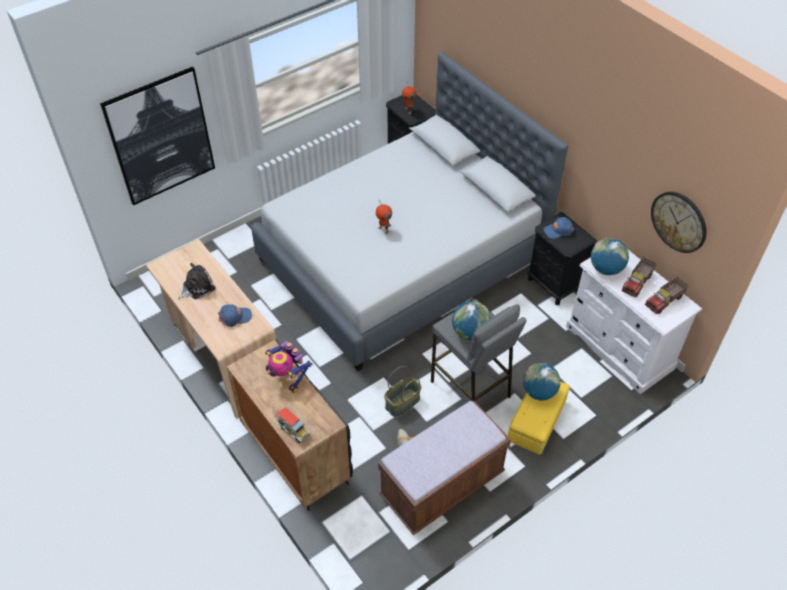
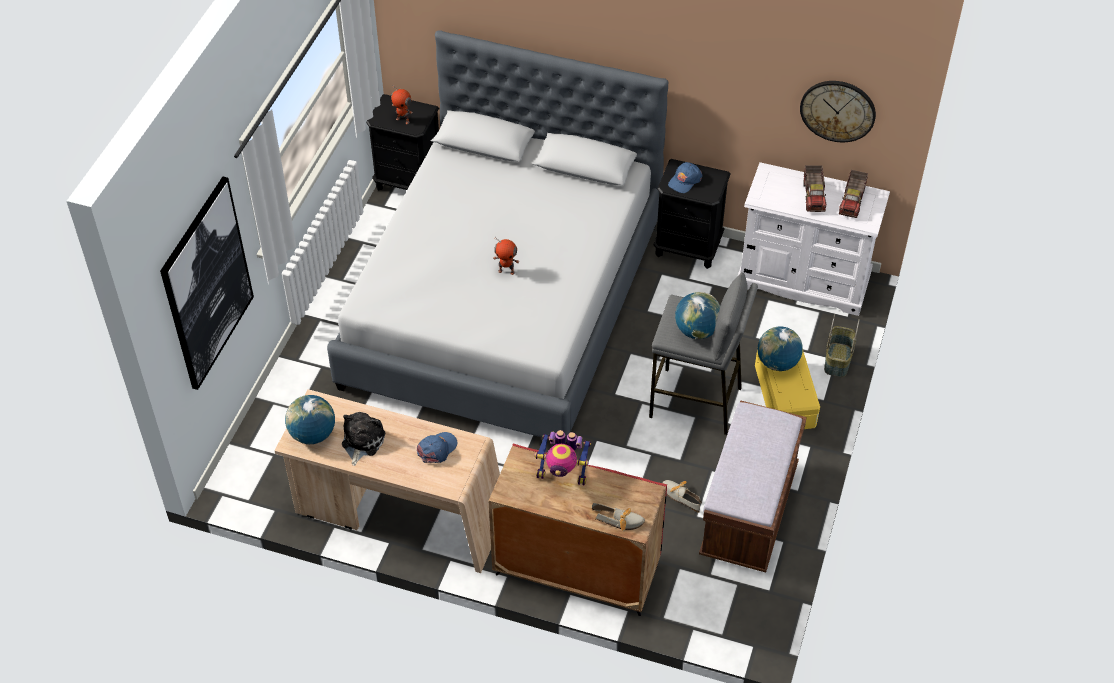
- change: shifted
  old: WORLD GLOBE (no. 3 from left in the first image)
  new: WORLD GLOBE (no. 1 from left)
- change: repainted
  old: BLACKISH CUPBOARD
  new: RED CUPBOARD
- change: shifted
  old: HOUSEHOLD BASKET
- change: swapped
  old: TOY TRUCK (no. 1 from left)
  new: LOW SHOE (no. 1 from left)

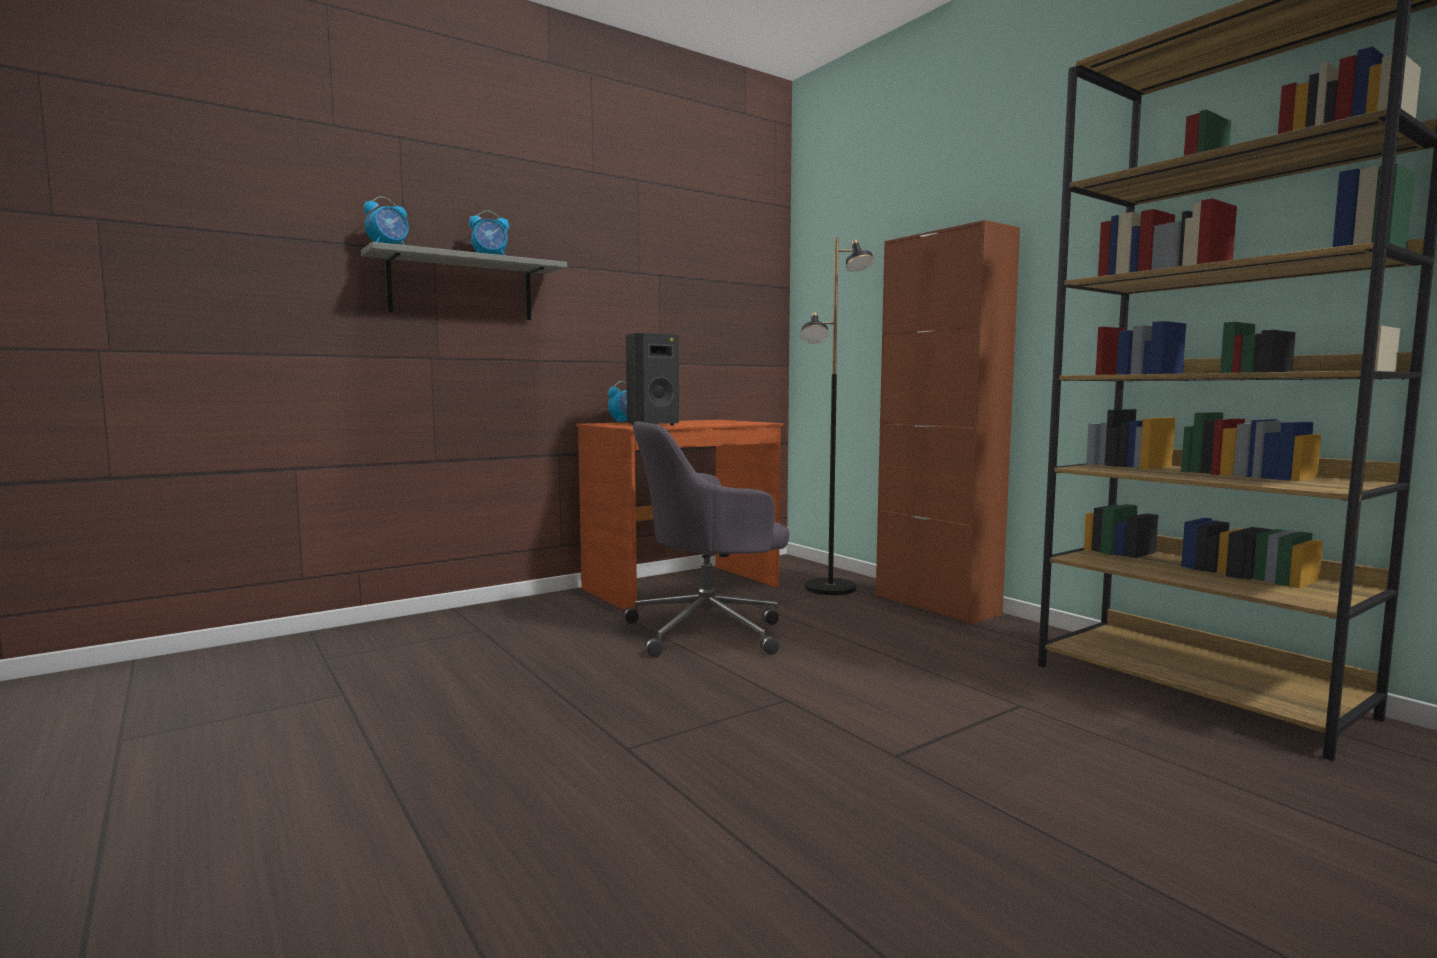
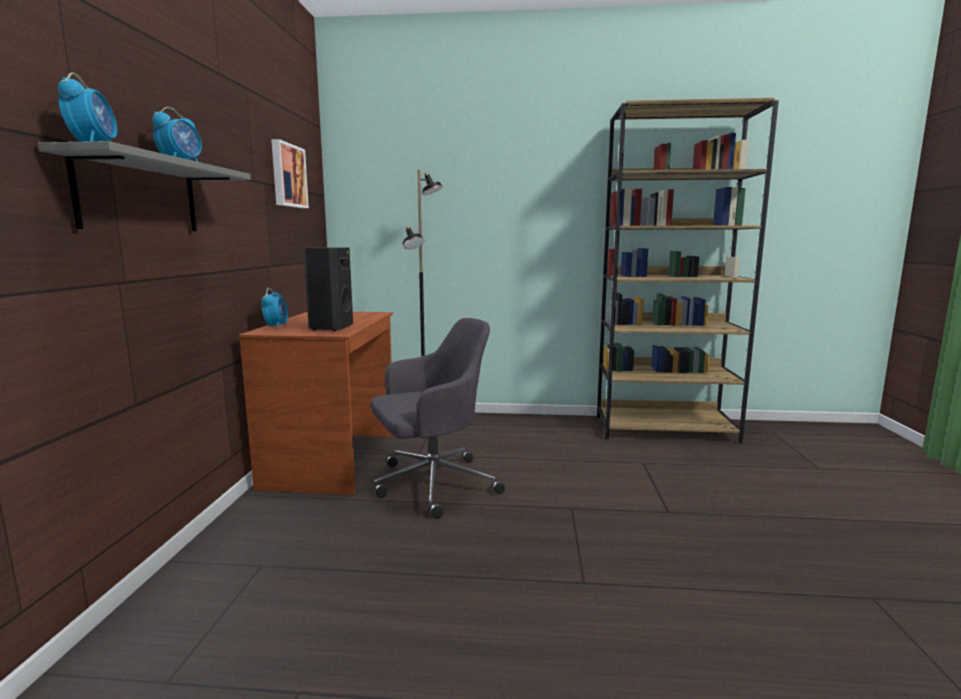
- change: gone
  old: BROWN-COLOURED CUPBOARD
- change: rotated
  old: GREY OFFICE CHAIR
  degrees: -135
- change: new
  new: PICTURE

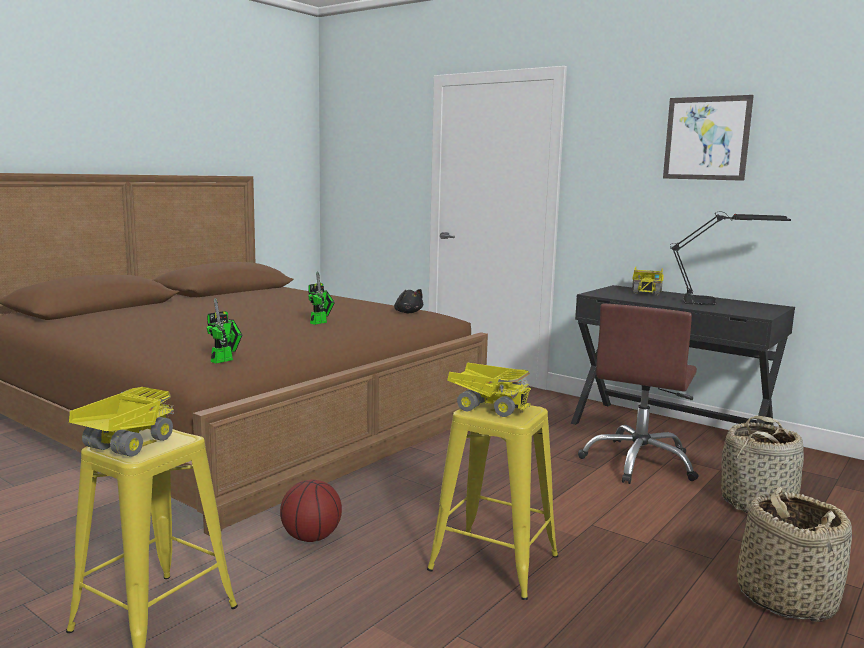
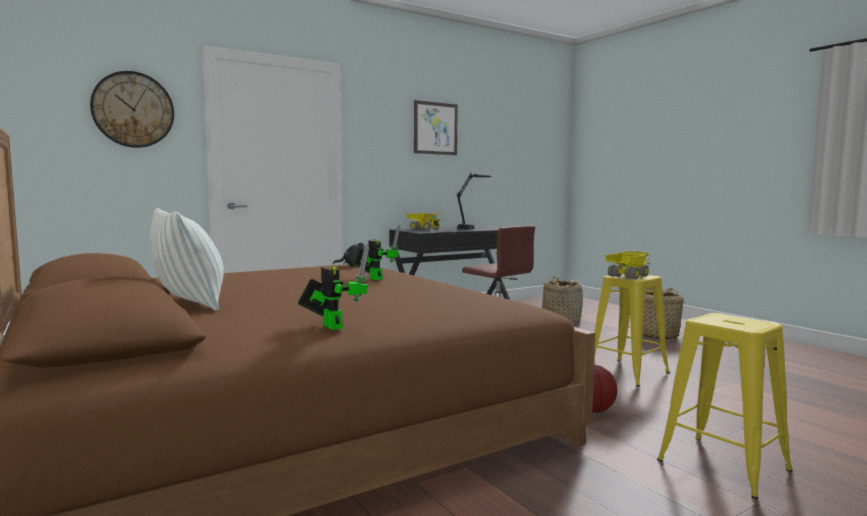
- change: shifted
  old: ROBOT FIGURE (no. 1 from left)
- change: gone
  old: TOY TRUCK (no. 1 from left)
- change: new
  new: WALL CLOCK
- change: new
  new: CUSHION

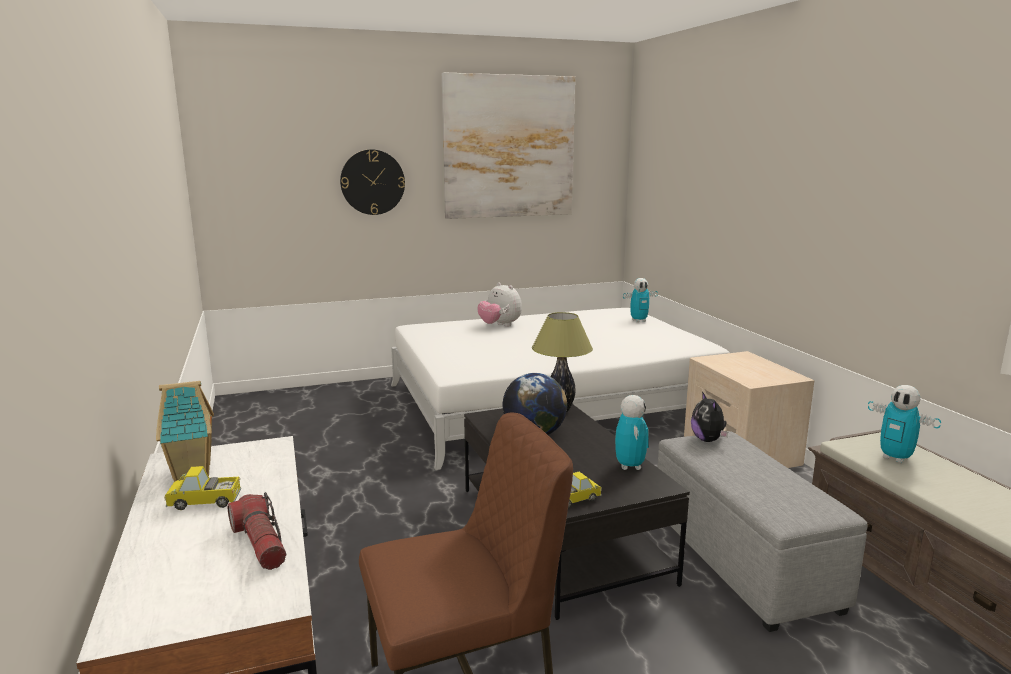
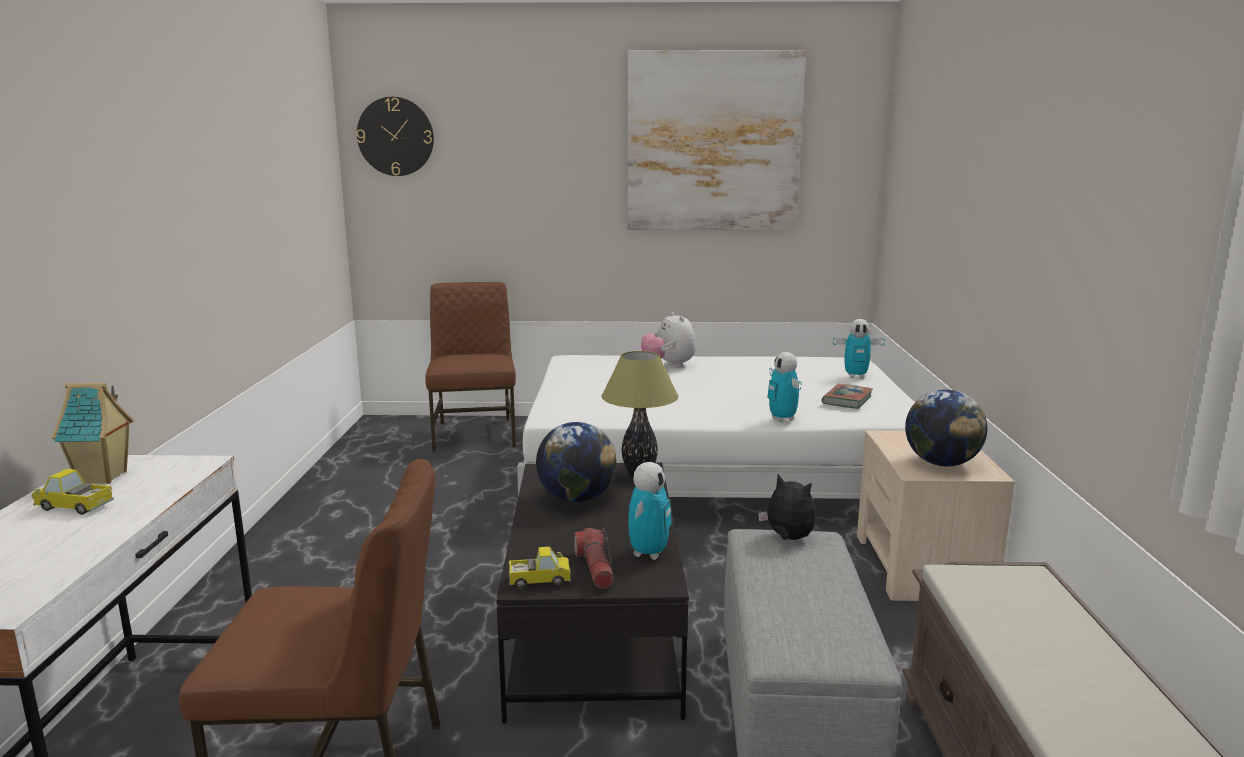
- change: shifted
  old: WALL CLOCK
- change: shifted
  old: ROBOT FIGURE (no. 3 from left in the first image)
  new: ROBOT FIGURE (no. 2 from left)
- change: rotated
  old: SOFT TOY (no. 2 from left)
  degrees: 120
- change: shifted
  old: HAND TORCH
- change: new
  new: BROWN-COLOURED CHAIR (no. 2 from left)
- change: new
  new: BOUND BOOK
- change: new
  new: WORLD GLOBE (no. 2 from left)

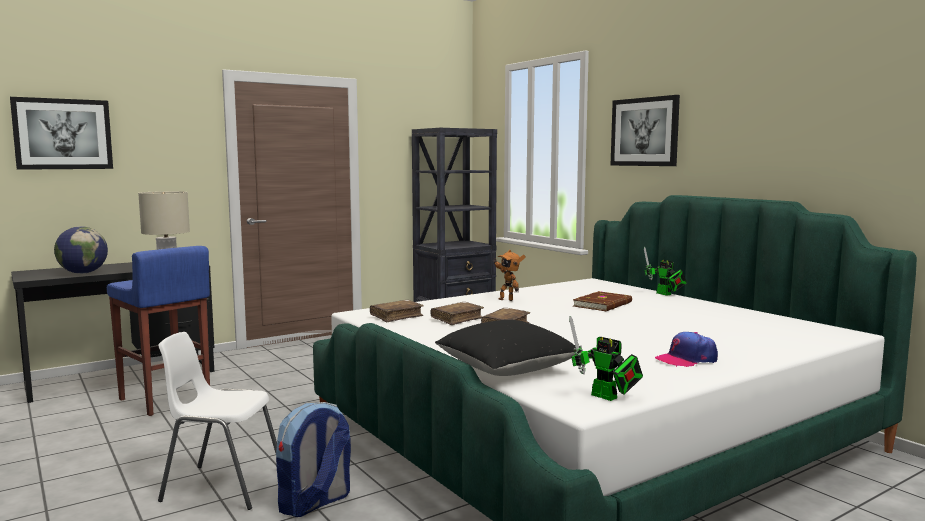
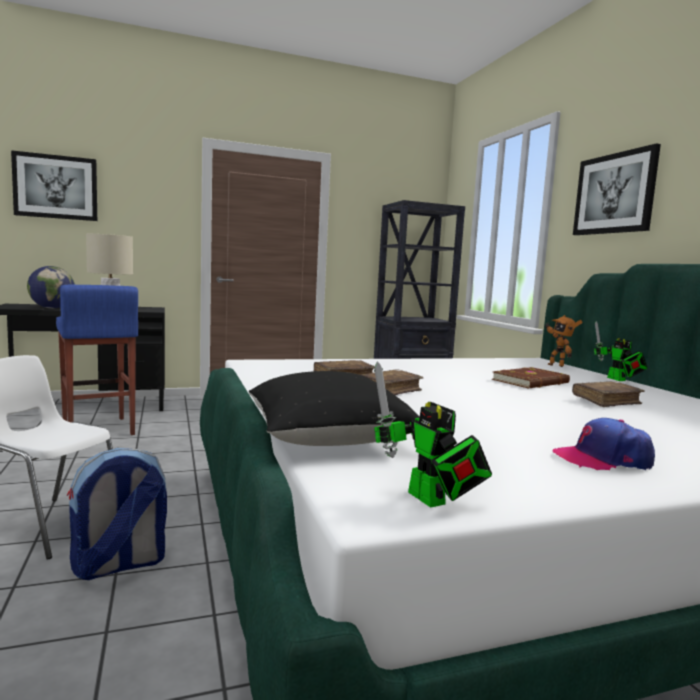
- change: shifted
  old: ROBOT FIGURE (no. 1 from left in the first image)
  new: ROBOT FIGURE (no. 2 from left)
- change: shifted
  old: BROWN-COLOURED BOUND BOOK (no. 1 from left in the first image)
  new: BROWN-COLOURED BOUND BOOK (no. 4 from left)

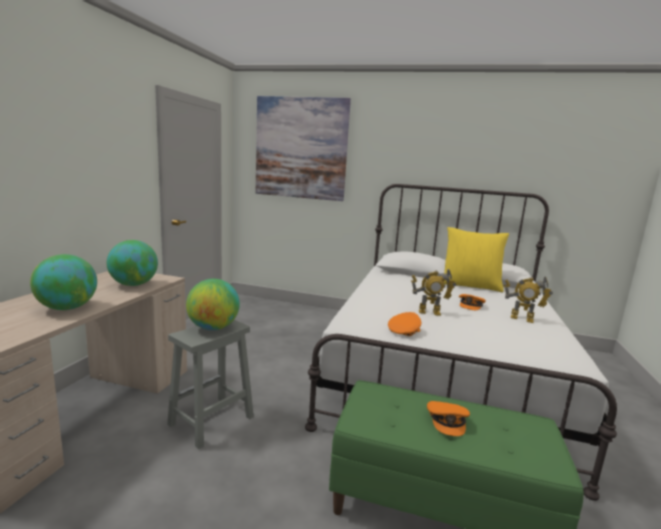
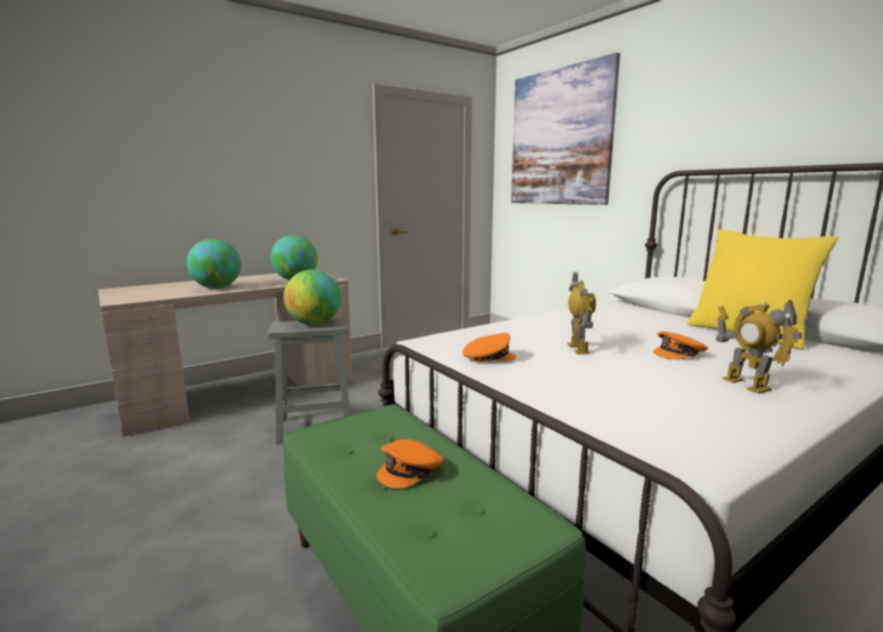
- change: rotated
  old: ROBOT FIGURE (no. 1 from left)
  degrees: -135

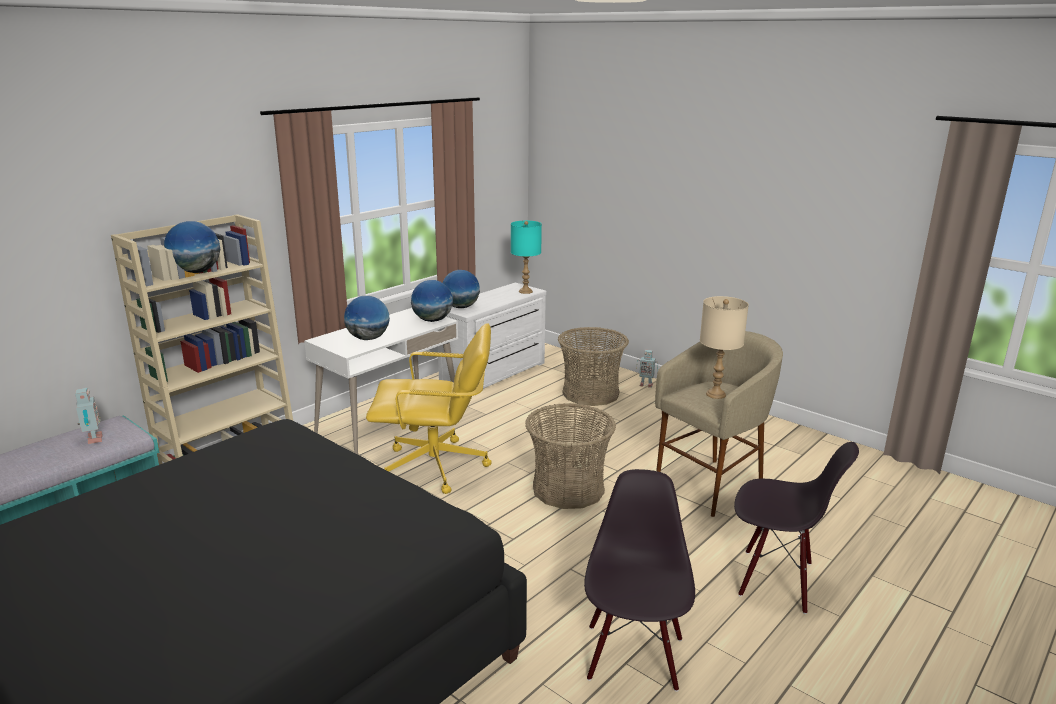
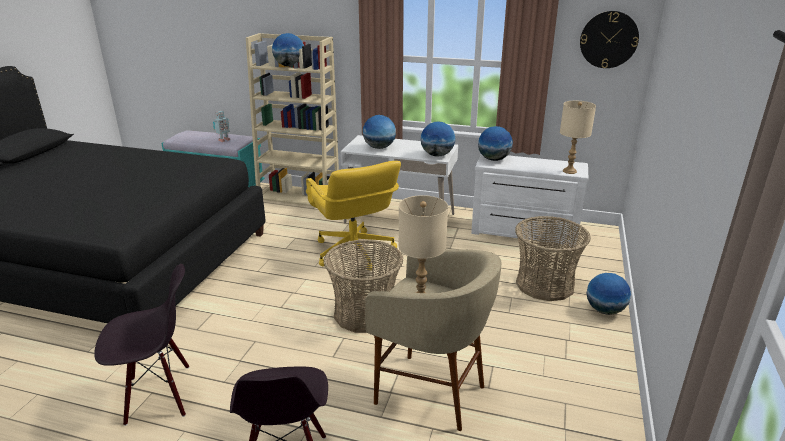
- change: repainted
  old: TURQUOISE-COLOURED TABLE LAMP
  new: SAND-COLOURED TABLE LAMP (no. 2 from left)
- change: swapped
  old: ROBOT FIGURE (no. 2 from left)
  new: WORLD GLOBE (no. 5 from left)
- change: new
  new: WALL CLOCK

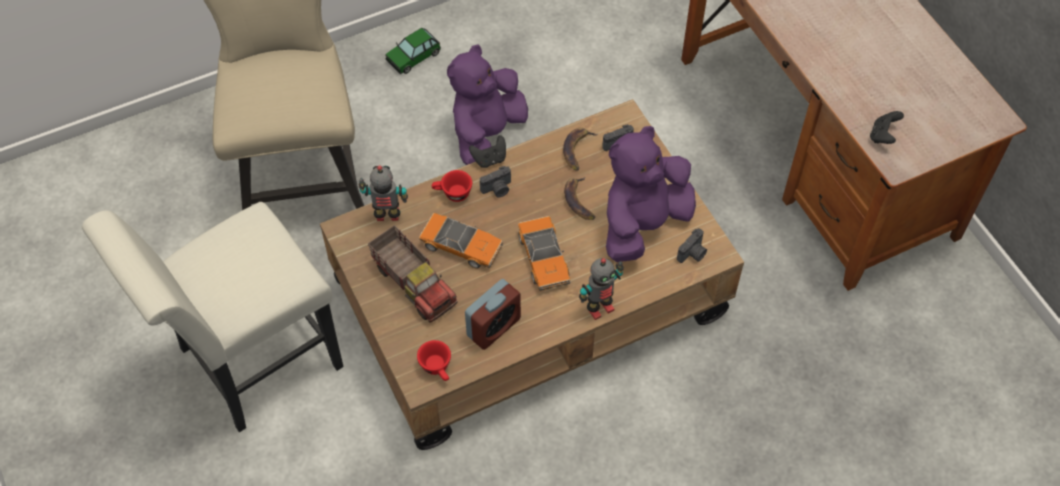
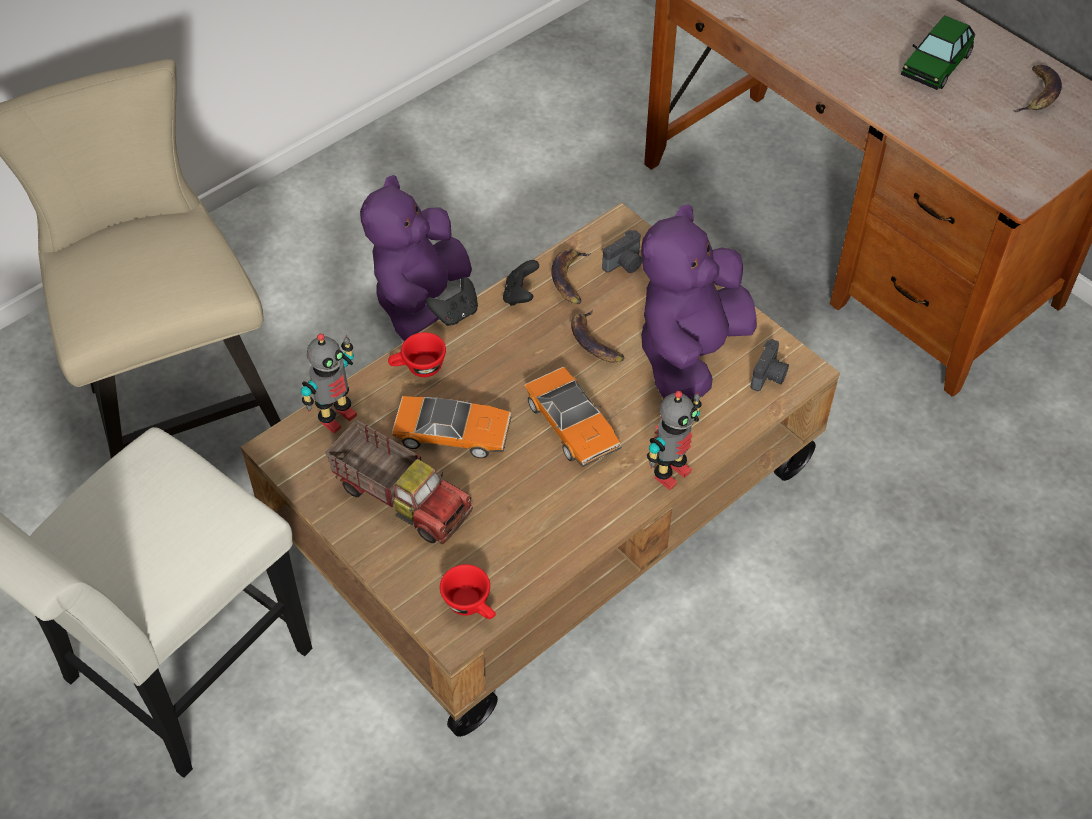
- change: shifted
  old: MODEL CAR (no. 1 from left in the first image)
  new: MODEL CAR (no. 3 from left)
- change: shifted
  old: BLACKISH JOYPAD (no. 2 from left)
- change: rotated
  old: ROBOT FIGURE (no. 1 from left)
  degrees: 150
- change: gone
  old: STILL CAMERA (no. 1 from left)
- change: gone
  old: TABLE CLOCK
- change: new
  new: BANANA (no. 3 from left)

